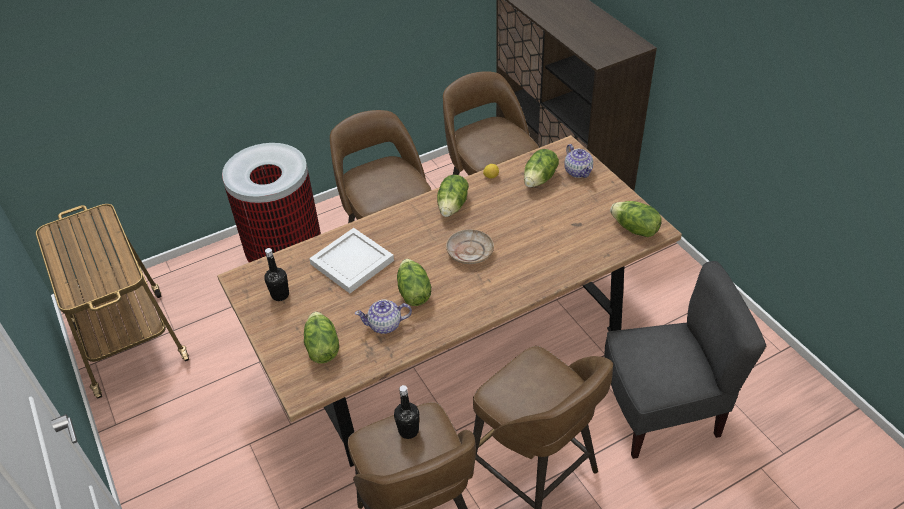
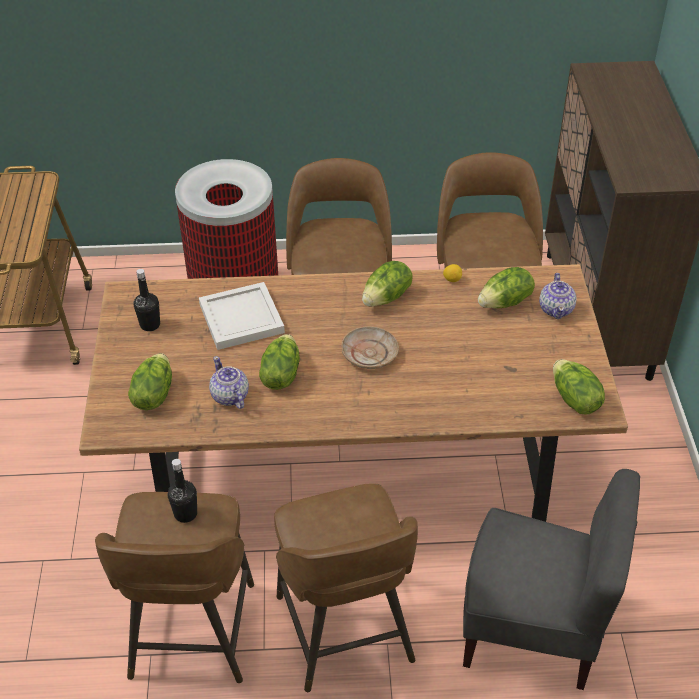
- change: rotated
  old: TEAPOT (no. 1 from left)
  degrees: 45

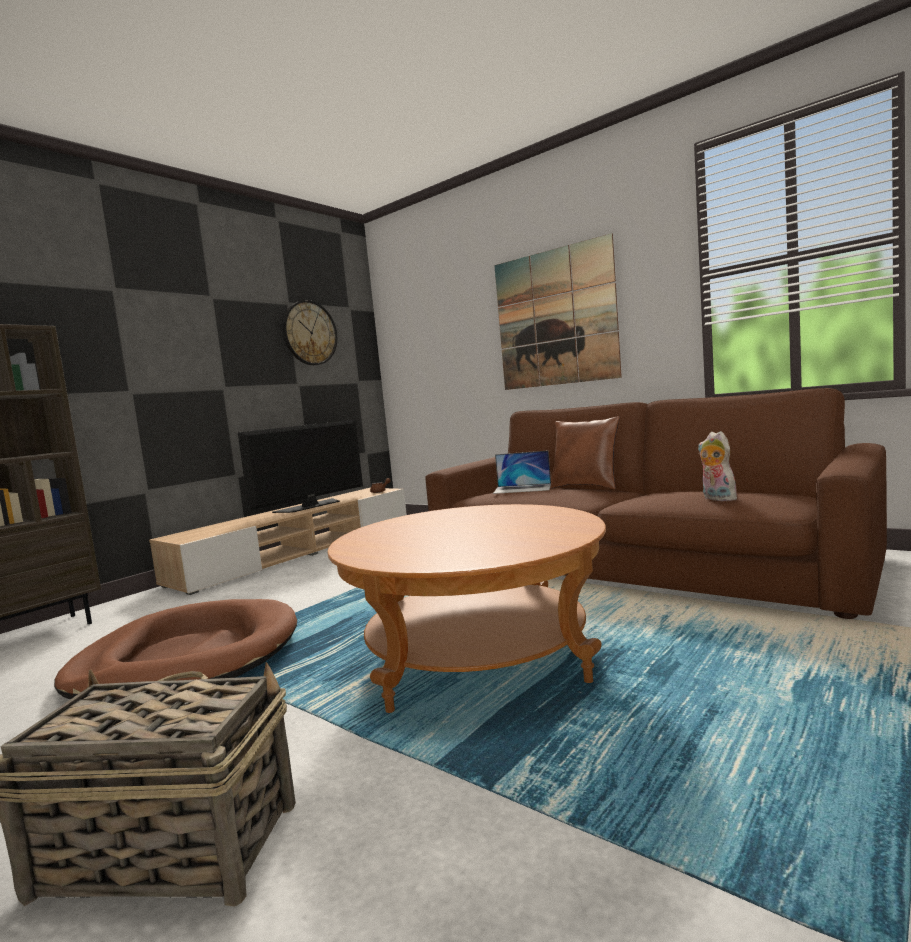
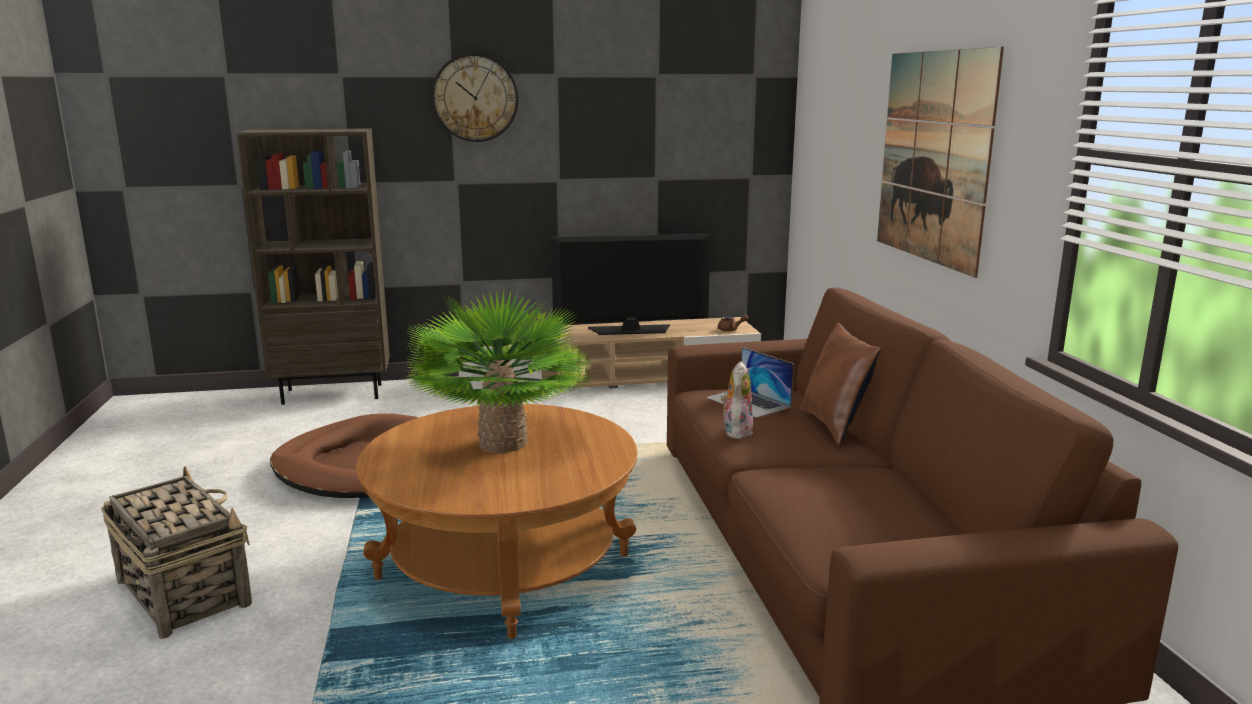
- change: shifted
  old: WALL CLOCK
- change: shifted
  old: SOFT TOY
- change: new
  new: PLANT IN A POT

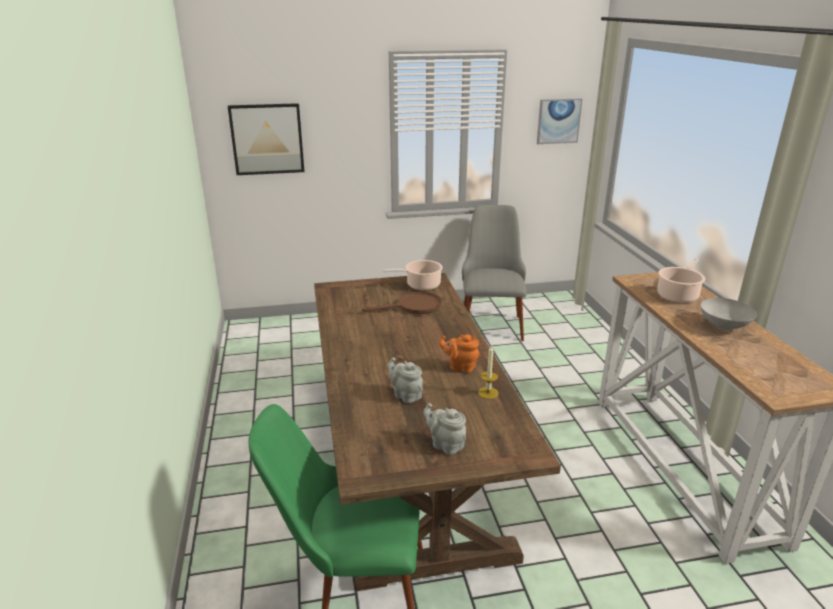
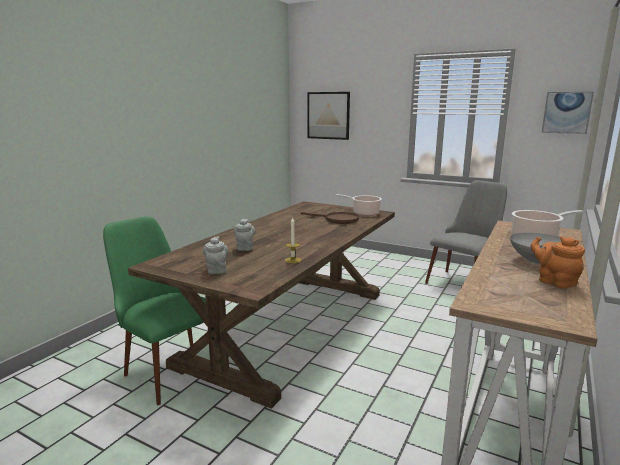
- change: shifted
  old: ORANGE-COLOURED TEAPOT

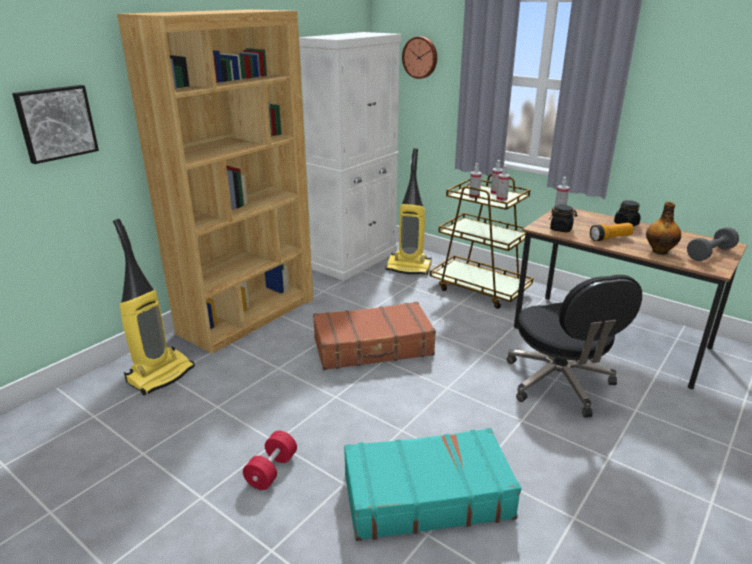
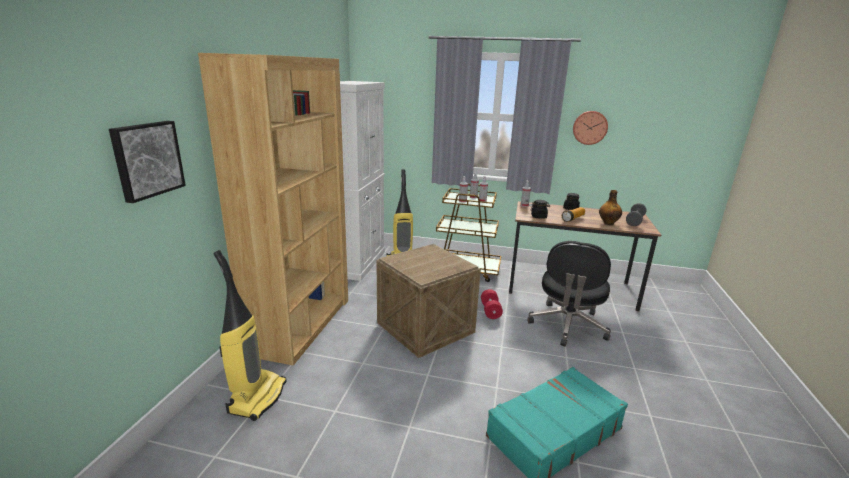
- change: shifted
  old: WALL CLOCK
- change: rotated
  old: BLACKISH OFFICE CHAIR
  degrees: 60
- change: swapped
  old: BROWN-COLOURED TRAVEL CASE
  new: SHIPPING CRATE
- change: shifted
  old: RED DUMBBELL

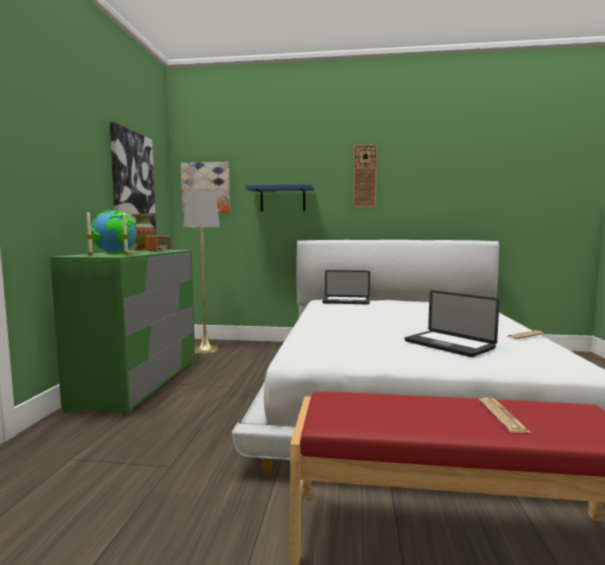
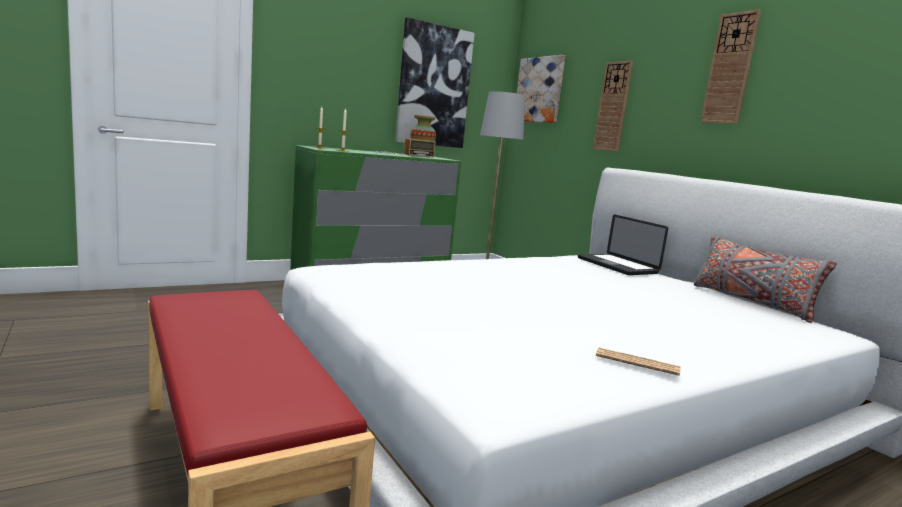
- change: swapped
  old: BLUE-COLOURED BRACKET SHELF
  new: WALL CLOCK (no. 1 from left)
- change: gone
  old: WORLD GLOBE
- change: gone
  old: LAPTOP (no. 2 from left)
- change: gone
  old: DAILY PAPER (no. 1 from left)
- change: new
  new: GREY CUSHION

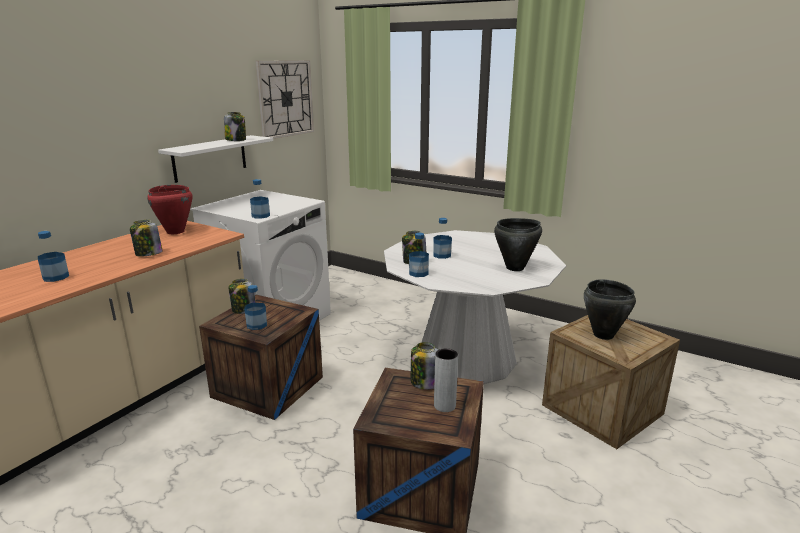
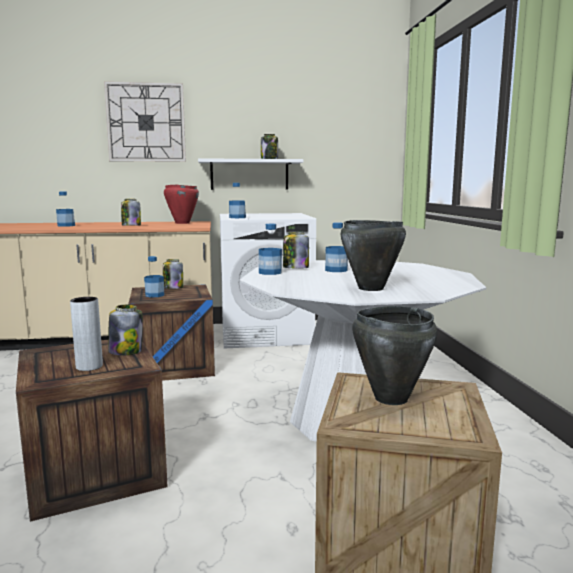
- change: shifted
  old: WALL CLOCK

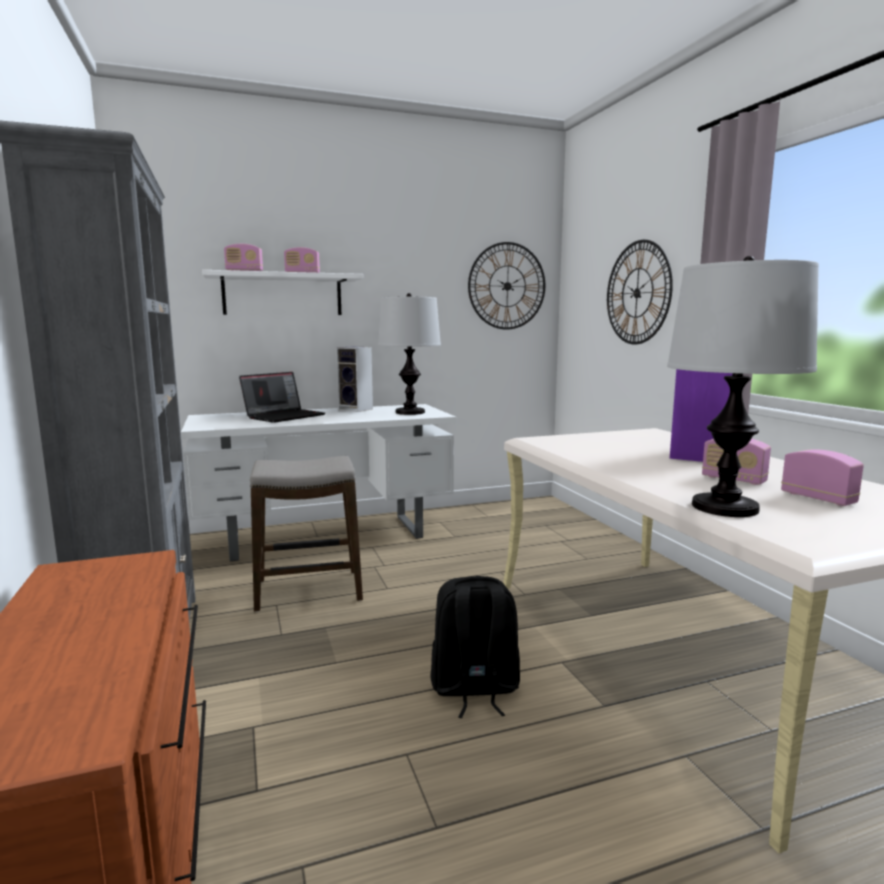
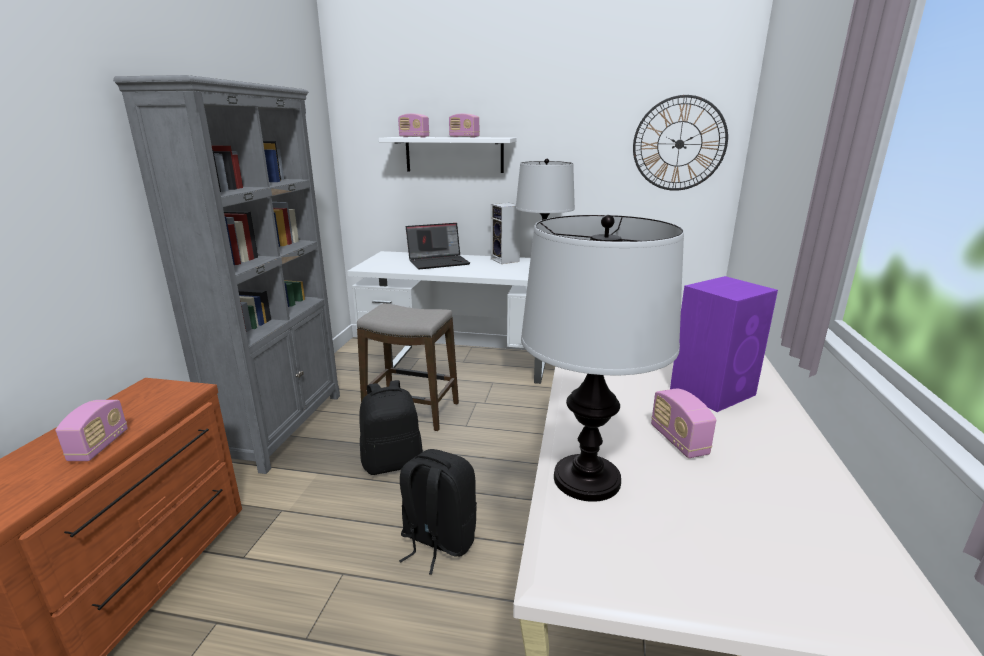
- change: gone
  old: WALL CLOCK (no. 2 from left)
- change: shifted
  old: RADIO SET (no. 4 from left in the first image)
  new: RADIO SET (no. 1 from left)
- change: new
  new: BLACKISH KNAPSACK (no. 1 from left)

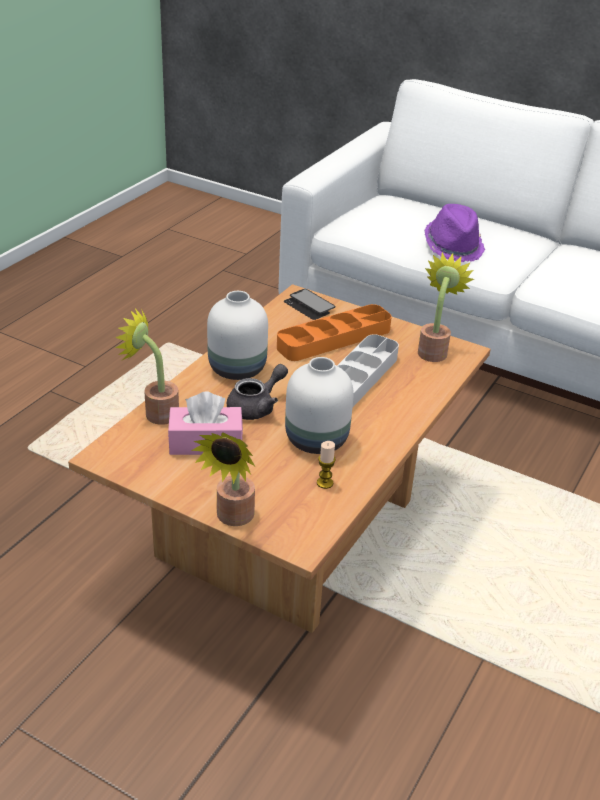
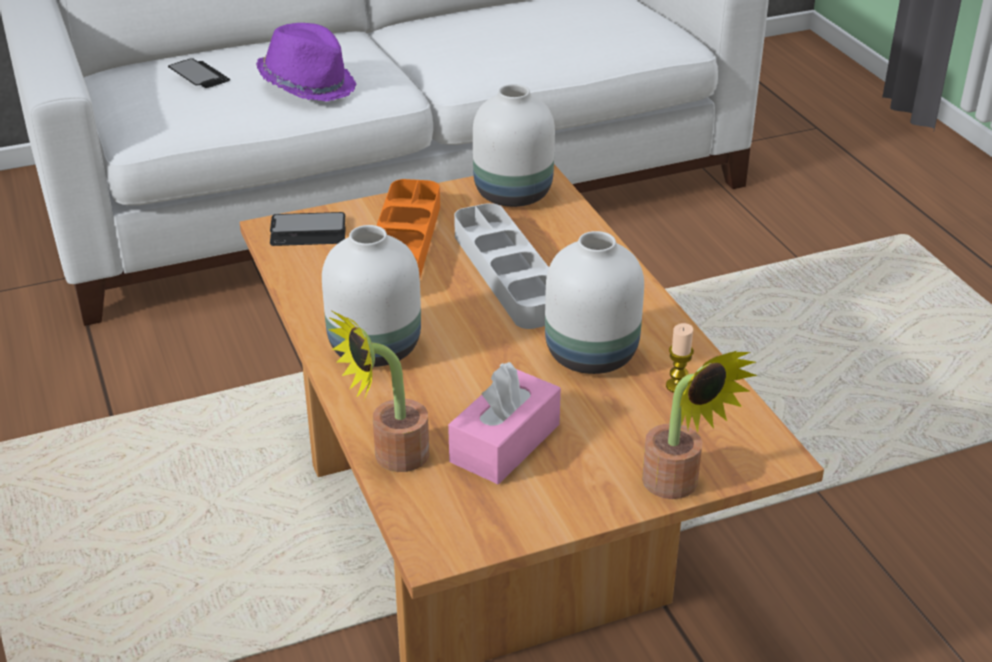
- change: swapped
  old: PLANT IN A POT (no. 3 from left)
  new: WHITE DECORATIVE VASE (no. 2 from left)
- change: gone
  old: GREY TEAPOT
- change: new
  new: TELEPHONE (no. 1 from left)

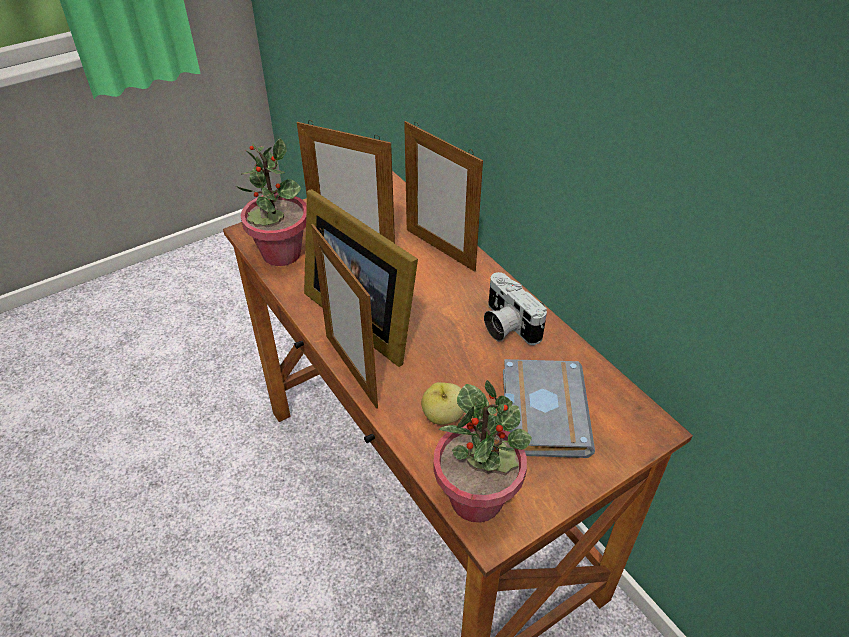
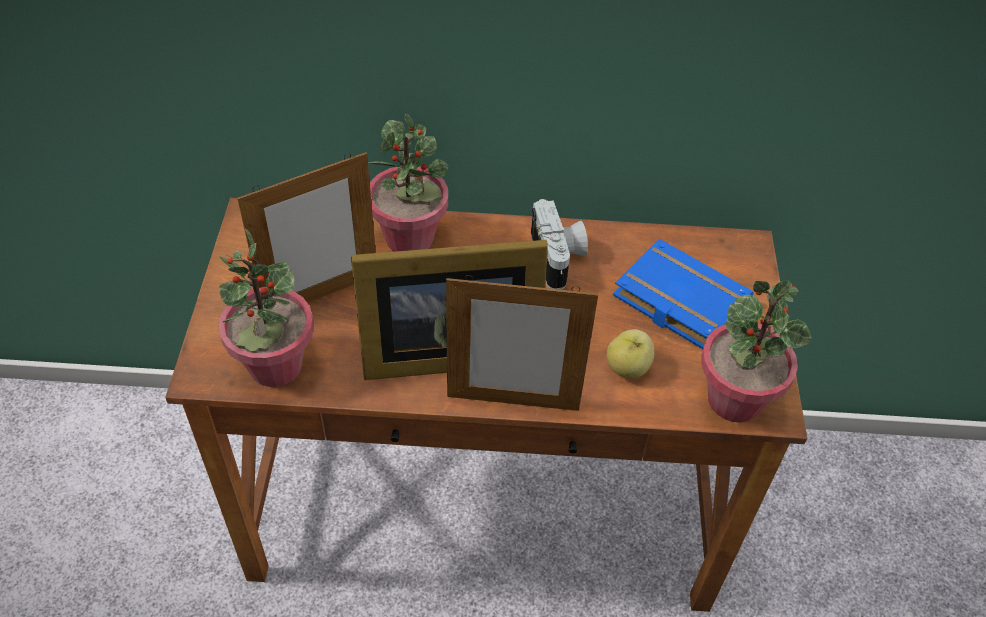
- change: swapped
  old: PICTURE FRAME (no. 4 from left)
  new: PLANT IN A POT (no. 2 from left)
- change: rotated
  old: STILL CAMERA
  degrees: -105
- change: repainted
  old: GREY BOUND BOOK
  new: BLUE-COLOURED BOUND BOOK

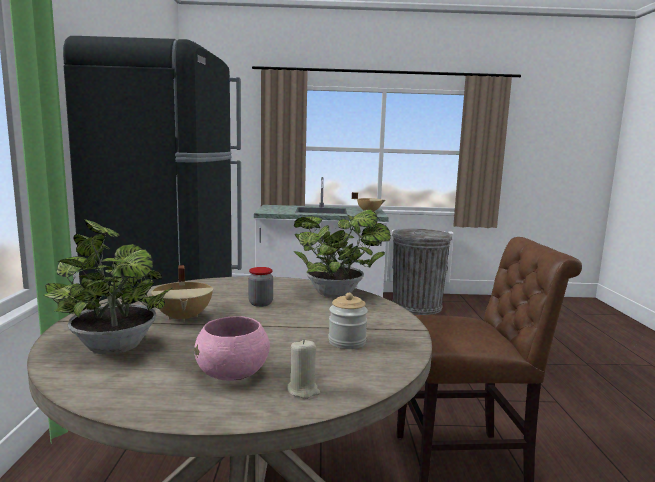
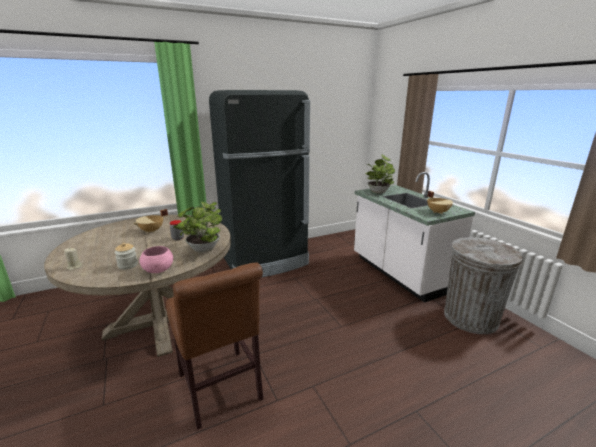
- change: shifted
  old: PLANT IN A POT (no. 1 from left in the first image)
  new: PLANT IN A POT (no. 2 from left)
- change: shifted
  old: PINK-COLOURED BOWL

